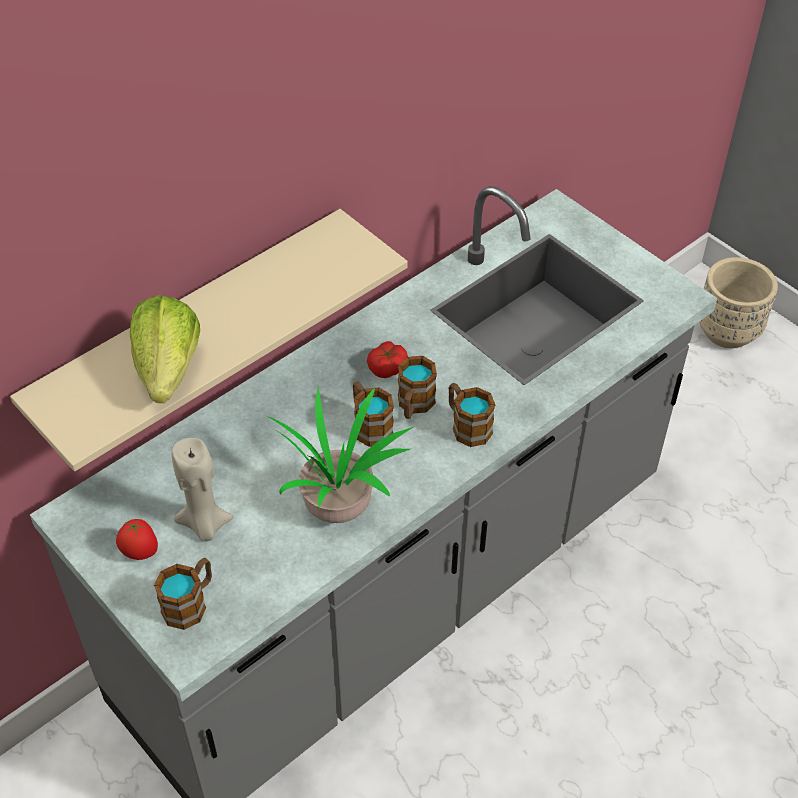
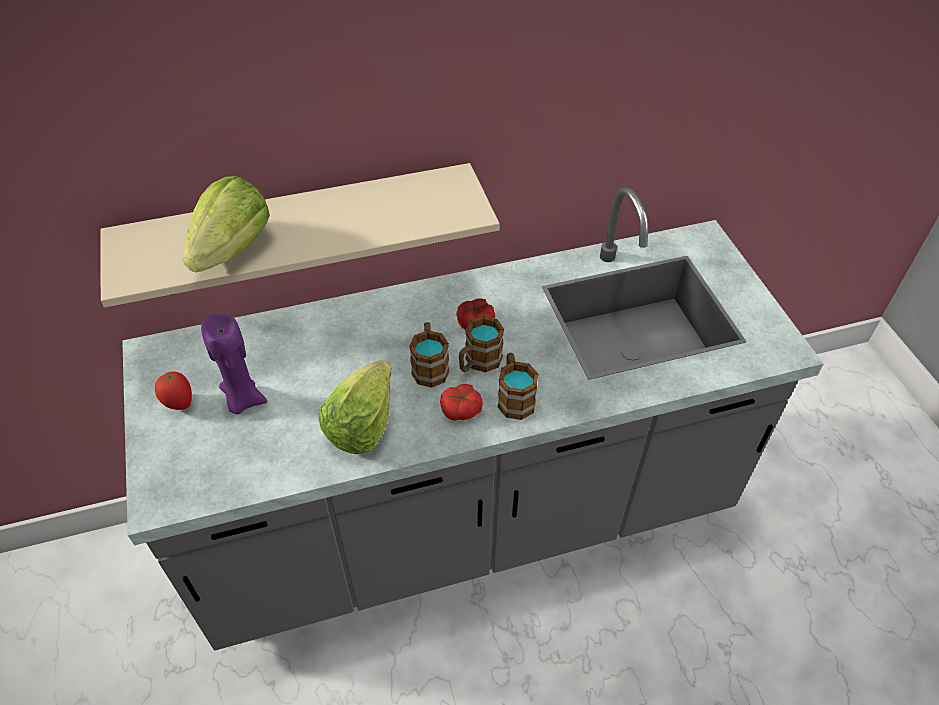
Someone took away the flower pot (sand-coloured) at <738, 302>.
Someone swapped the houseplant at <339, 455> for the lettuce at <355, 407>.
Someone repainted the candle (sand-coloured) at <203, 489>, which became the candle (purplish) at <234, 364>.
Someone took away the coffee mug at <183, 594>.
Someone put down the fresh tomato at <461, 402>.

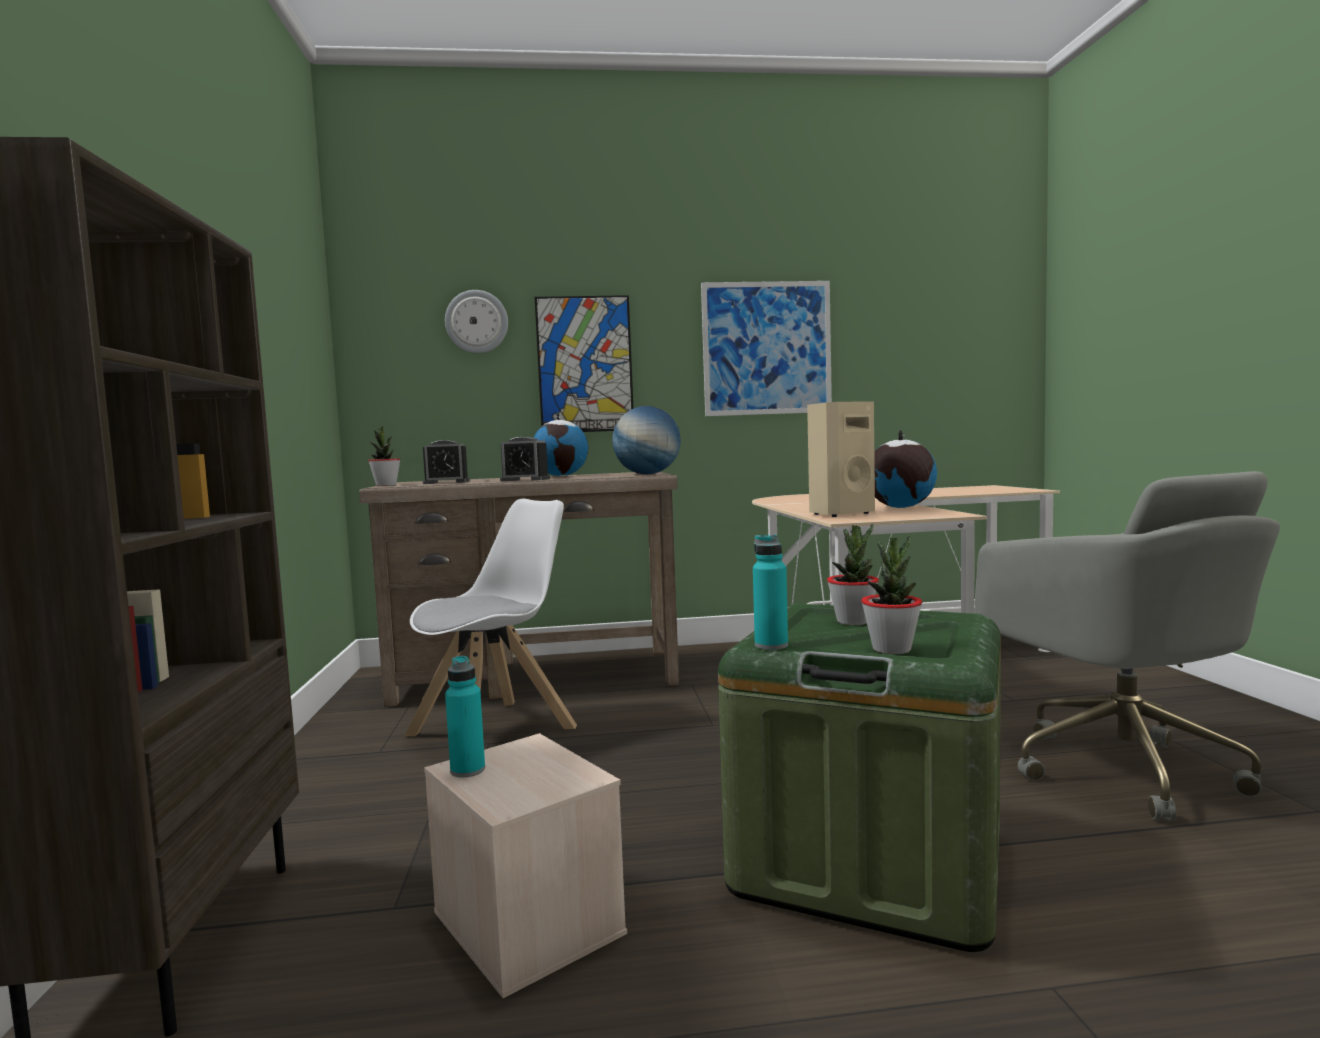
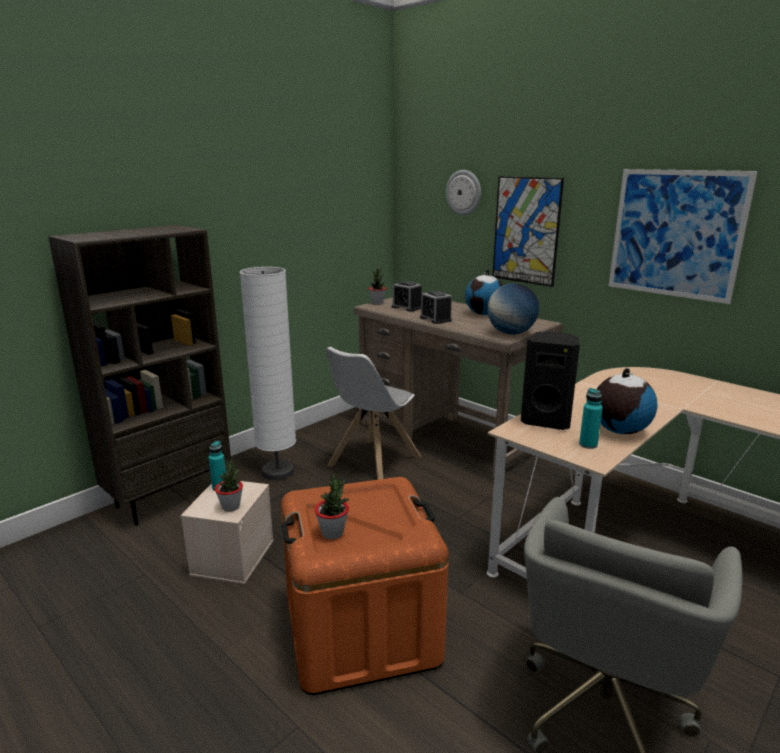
Someone repainted the loudspeaker (sand-coloured) at <841, 459>, which became the loudspeaker (black-coloured) at <550, 380>.
Someone rotated the chair at <490, 618> by 120 degrees clockwise.
Someone carried the houseplant from <853, 574> to <229, 486>.
Someone carried the beverage bottle (turquoise-coloured) from <770, 592> to <591, 418>.
Someone repainted the storage bin (green-coloured) at <859, 778>, which became the storage bin (orange) at <365, 586>.
Someone put down the floor lamp (white) at <268, 373>.

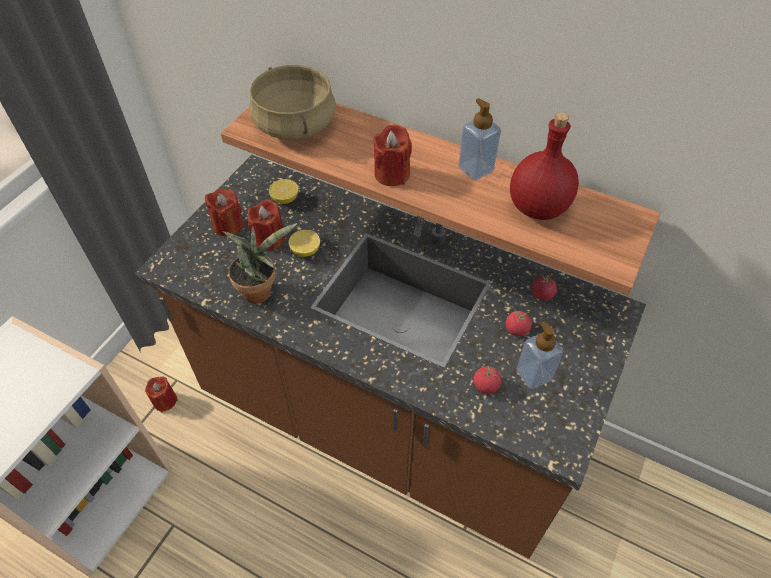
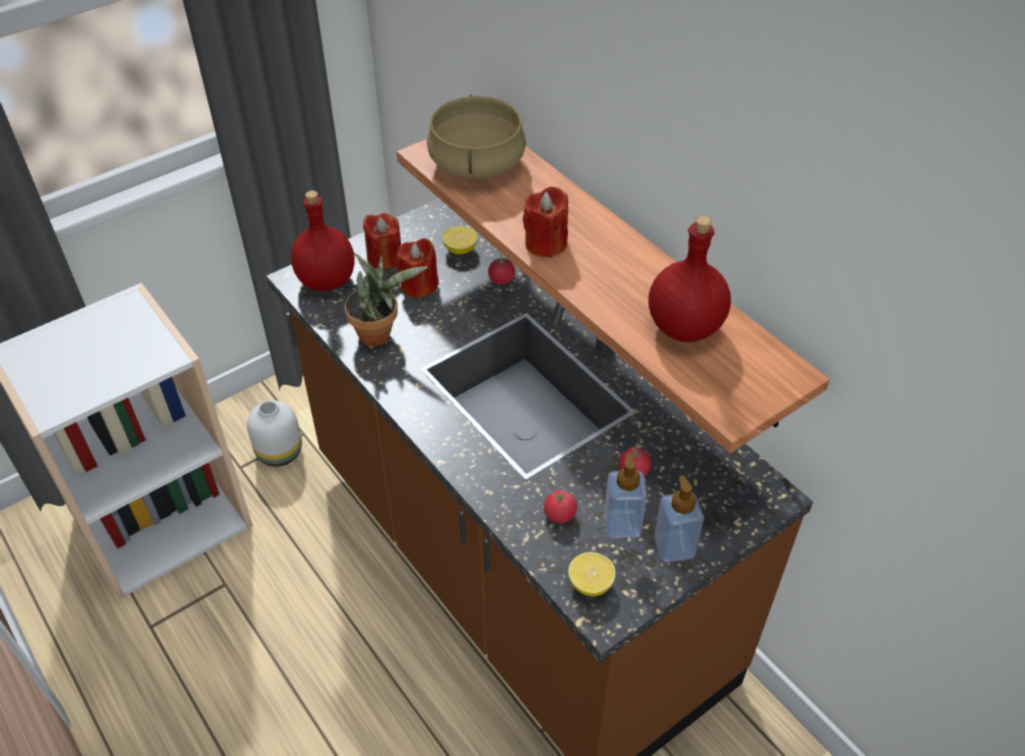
Someone carried the liquid soap bottle from <479, 139> to <679, 519>.
Someone carried the citrus fruit from <304, 243> to <592, 574>.
Someone carried the fresh tomato from <544, 288> to <501, 269>.
Someone swapped the candle (reddish) at <161, 394> for the flower vase (white) at <274, 434>.
Someone put down the beverage bottle (reddish) at <323, 240>.

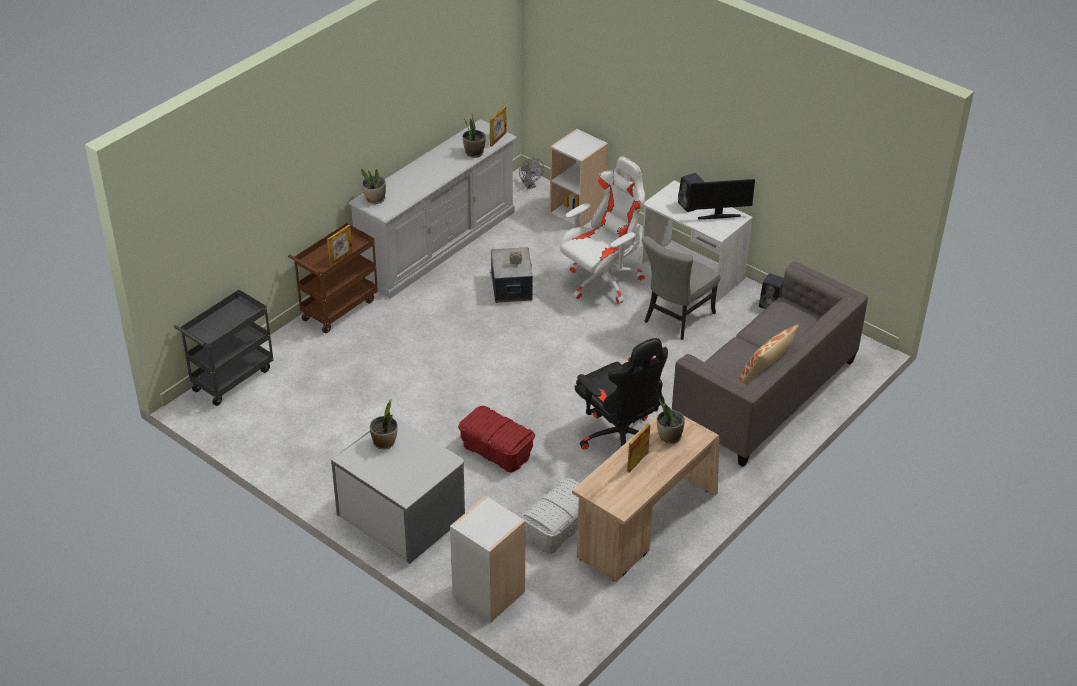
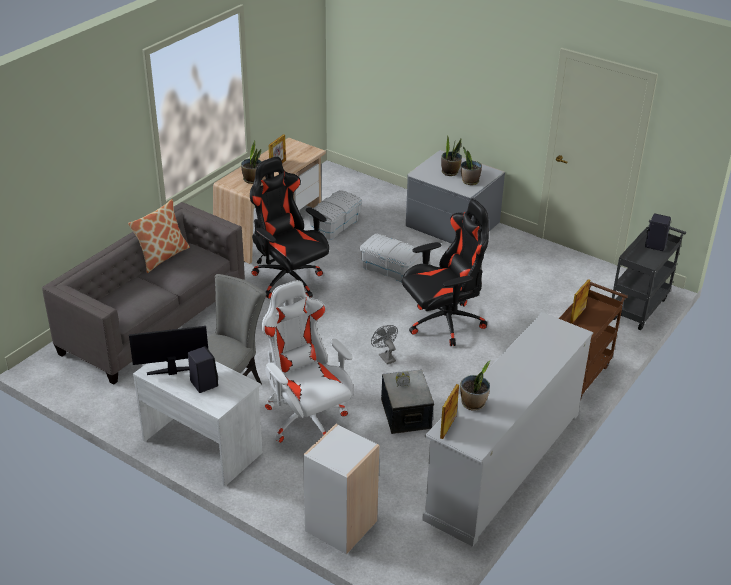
Someone rotated the desk chair (white) at <602, 230> by 105 degrees clockwise.
Someone carried the electric fan (gray) from <531, 173> to <384, 345>.
Someone carried the houseplant from <373, 186> to <451, 155>.
Someone carried the loudspeaker (black-coloured) from <771, 291> to <658, 232>.
Someone repainted the storage bin (reddish) at <496, 439>, which became the storage bin (white) at <391, 258>.
Someone took away the bookcase at <488, 559>.
Someone put down the desk chair (black-coloured) at <445, 272>.

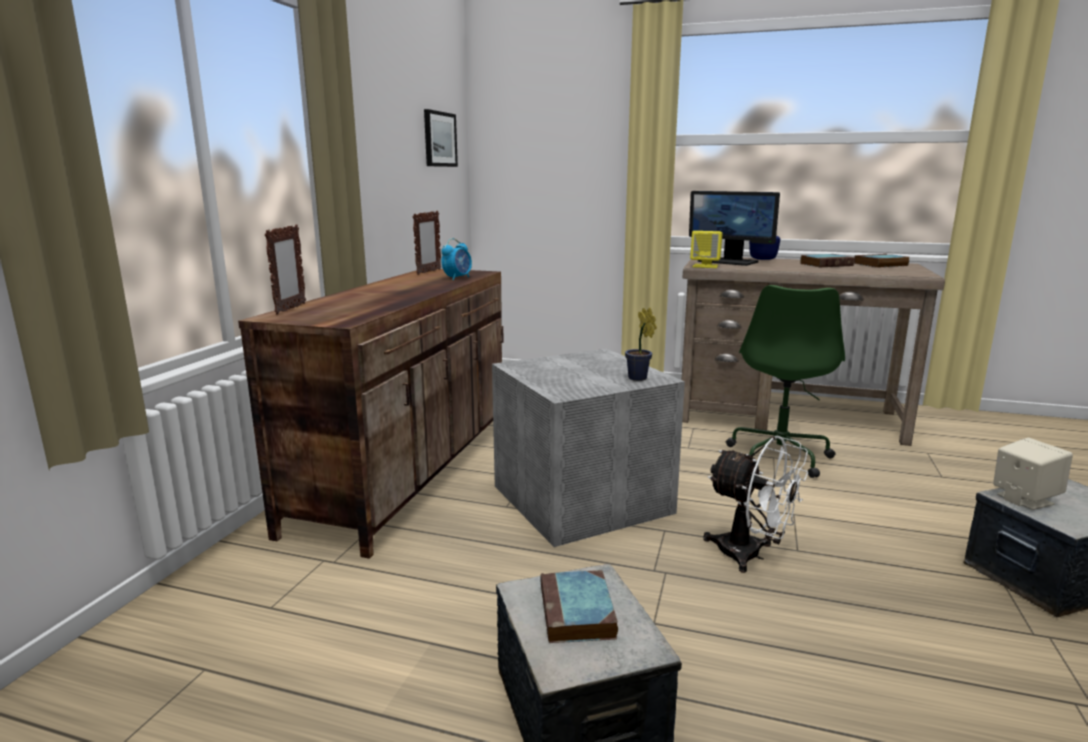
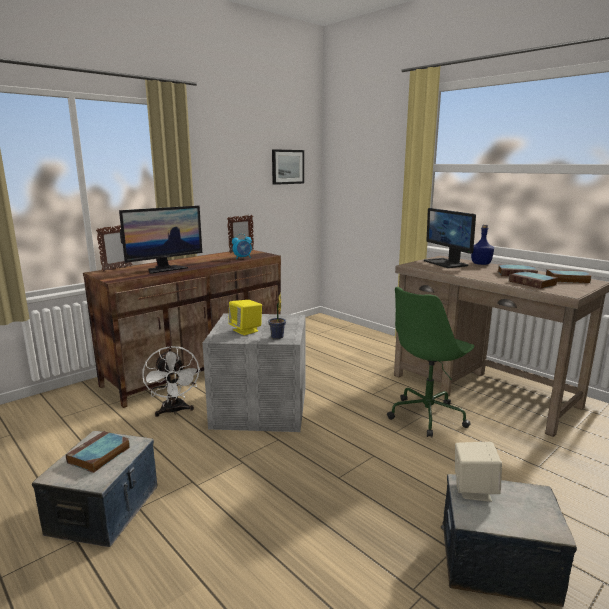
Someone carried the loudspeaker (yellowish) from <706, 249> to <245, 317>.
Someone carried the electric fan (white) from <755, 504> to <171, 381>.
Someone put down the computer display at <160, 240>.
Someone put down the bound book at <533, 280>.

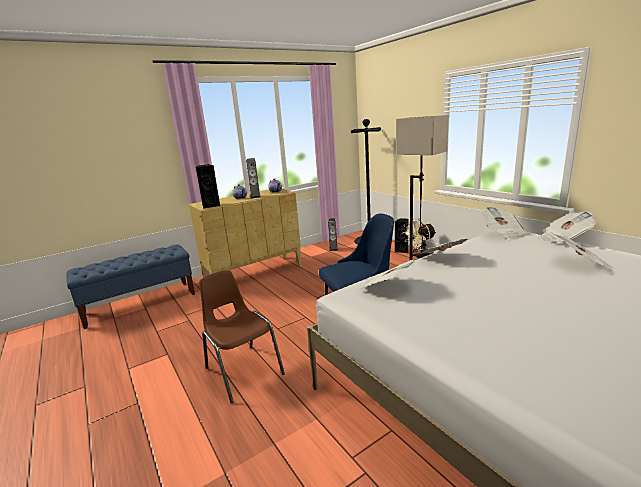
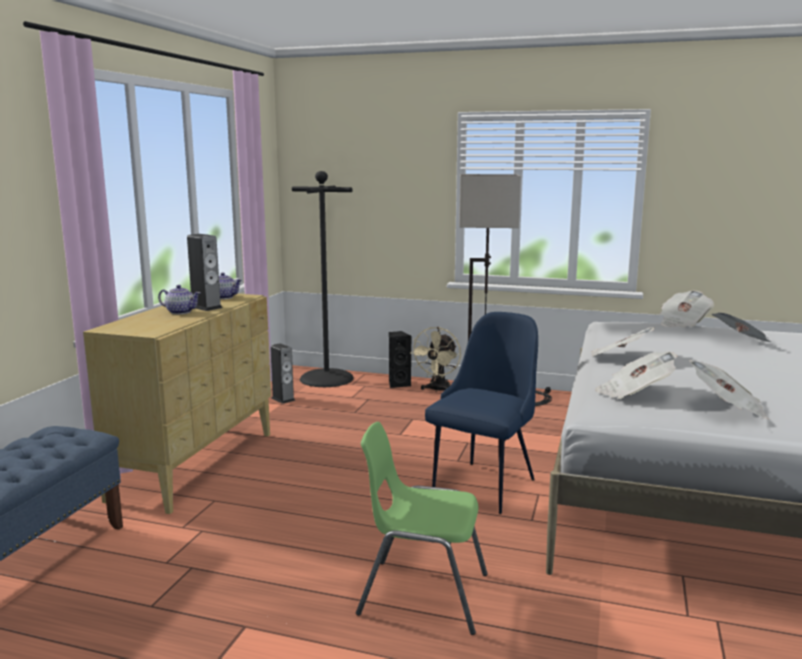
Someone took away the loudspeaker (black-coloured) at <208, 186>.
Someone carried the newspaper from <503, 223> to <729, 389>.
Someone repainted the chair (brown) at <242, 336>, which became the chair (green-coloured) at <422, 528>.

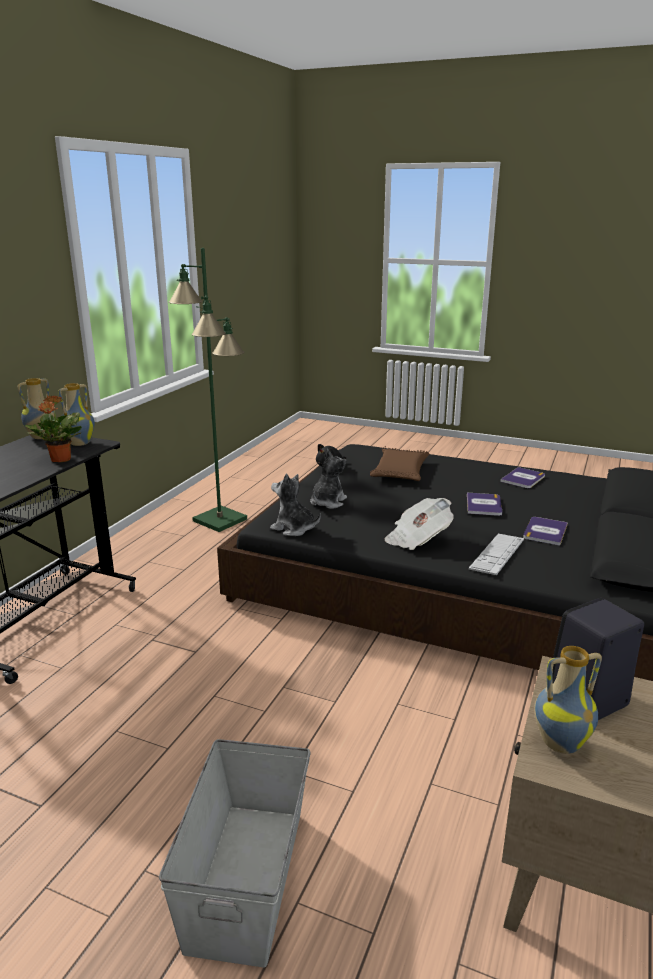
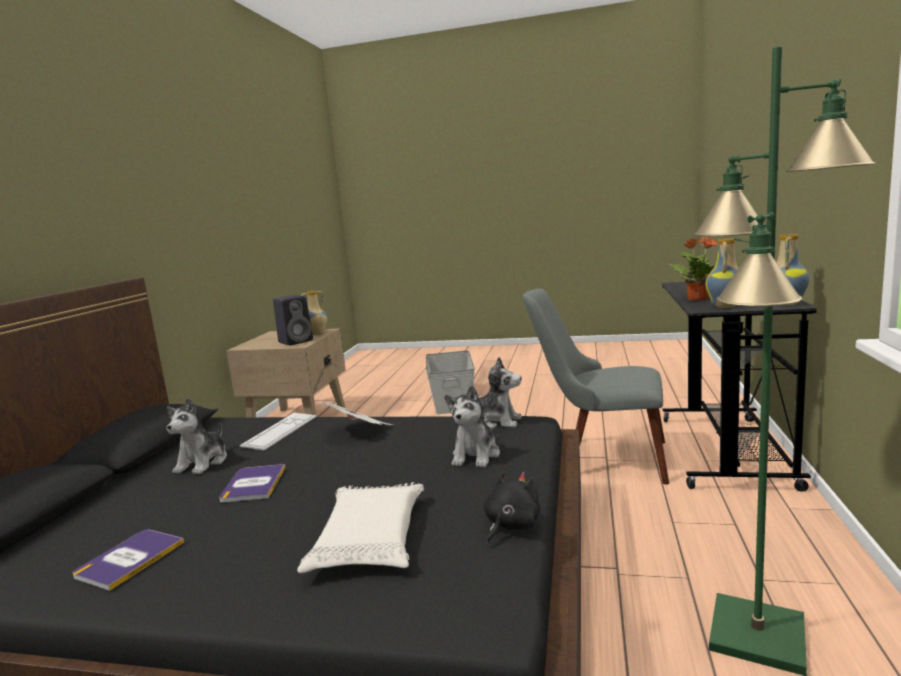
Someone repainted the throw pillow (brown) at <399, 463>, which became the throw pillow (white) at <360, 527>.
Someone swapped the bound book at <545, 531> for the plush toy at <196, 436>.
Someone put down the chair (gray) at <596, 386>.

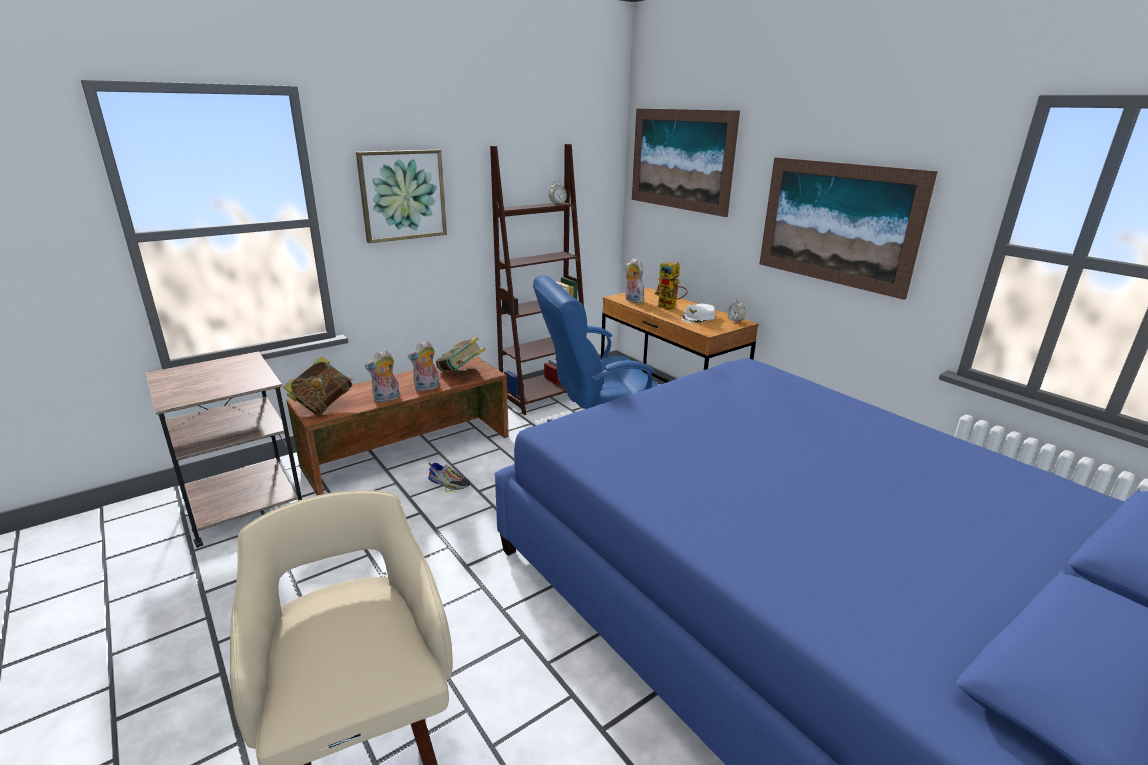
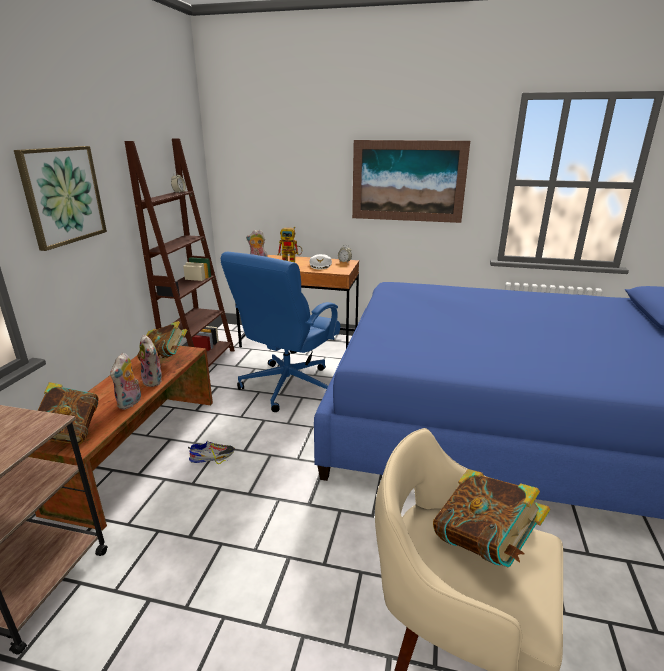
Someone took away the picture at <686, 163>.
Someone rotated the plush toy at <423, 366> by 45 degrees counterclockwise.
Someone put down the bound book at <491, 518>.

